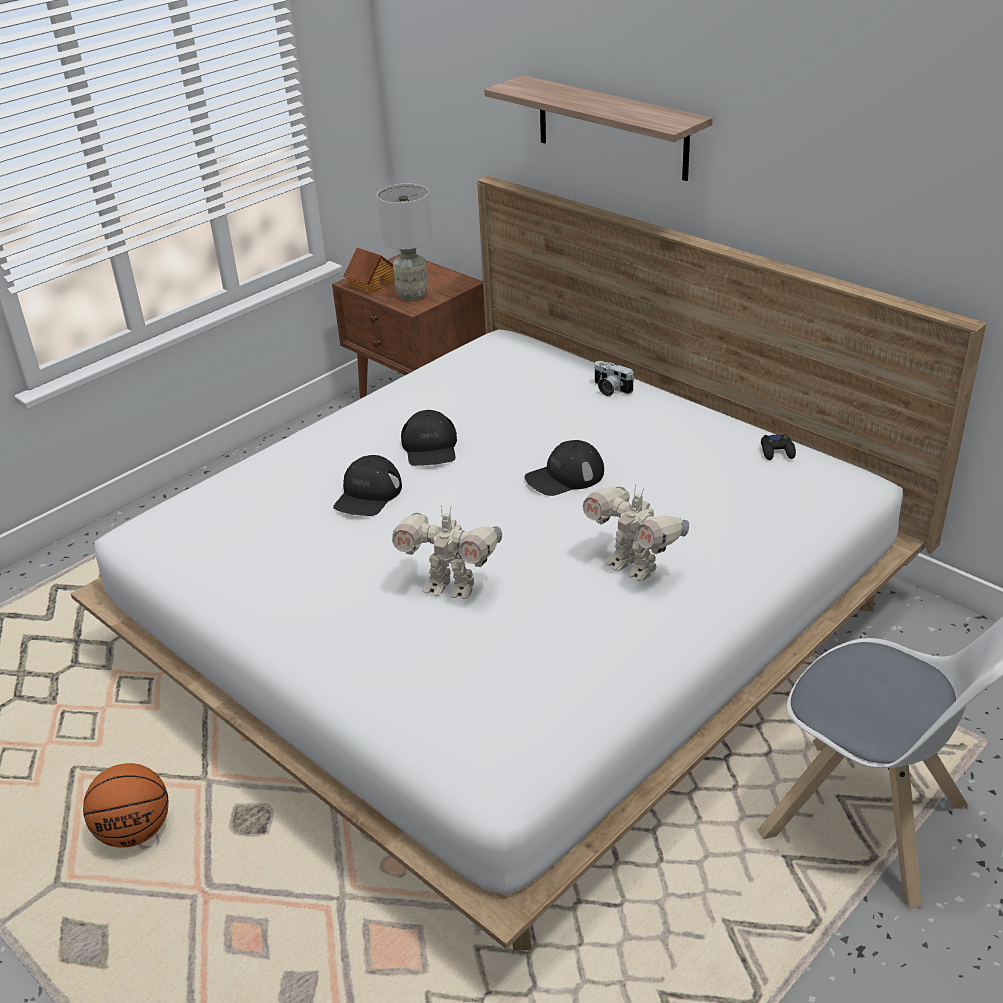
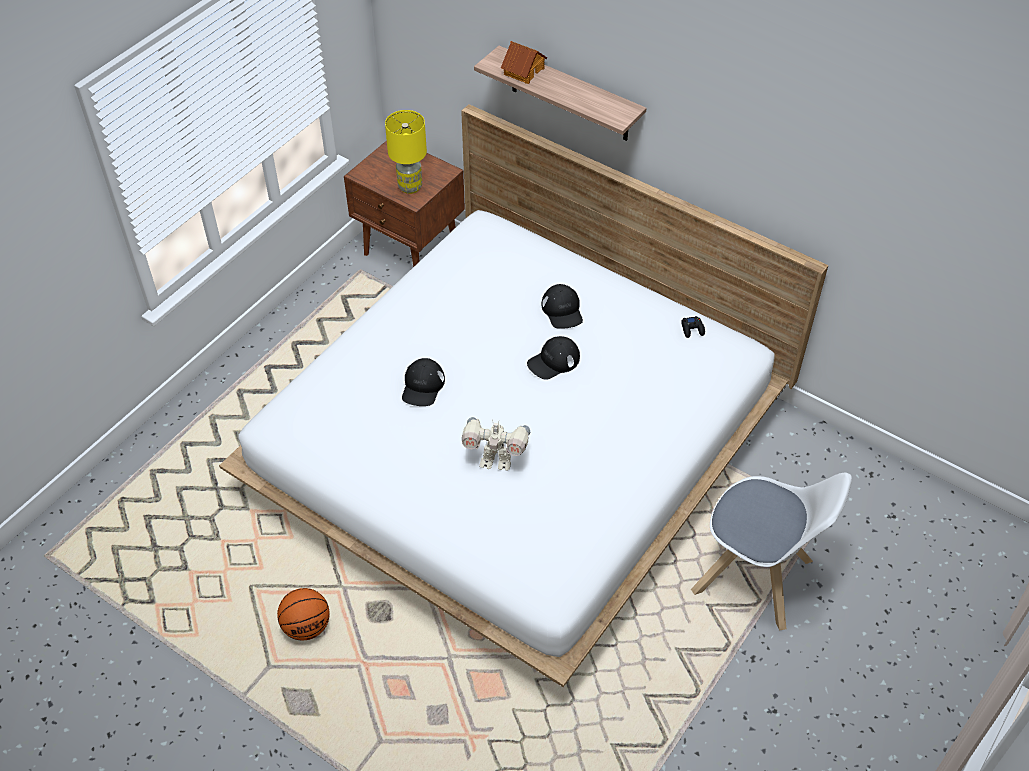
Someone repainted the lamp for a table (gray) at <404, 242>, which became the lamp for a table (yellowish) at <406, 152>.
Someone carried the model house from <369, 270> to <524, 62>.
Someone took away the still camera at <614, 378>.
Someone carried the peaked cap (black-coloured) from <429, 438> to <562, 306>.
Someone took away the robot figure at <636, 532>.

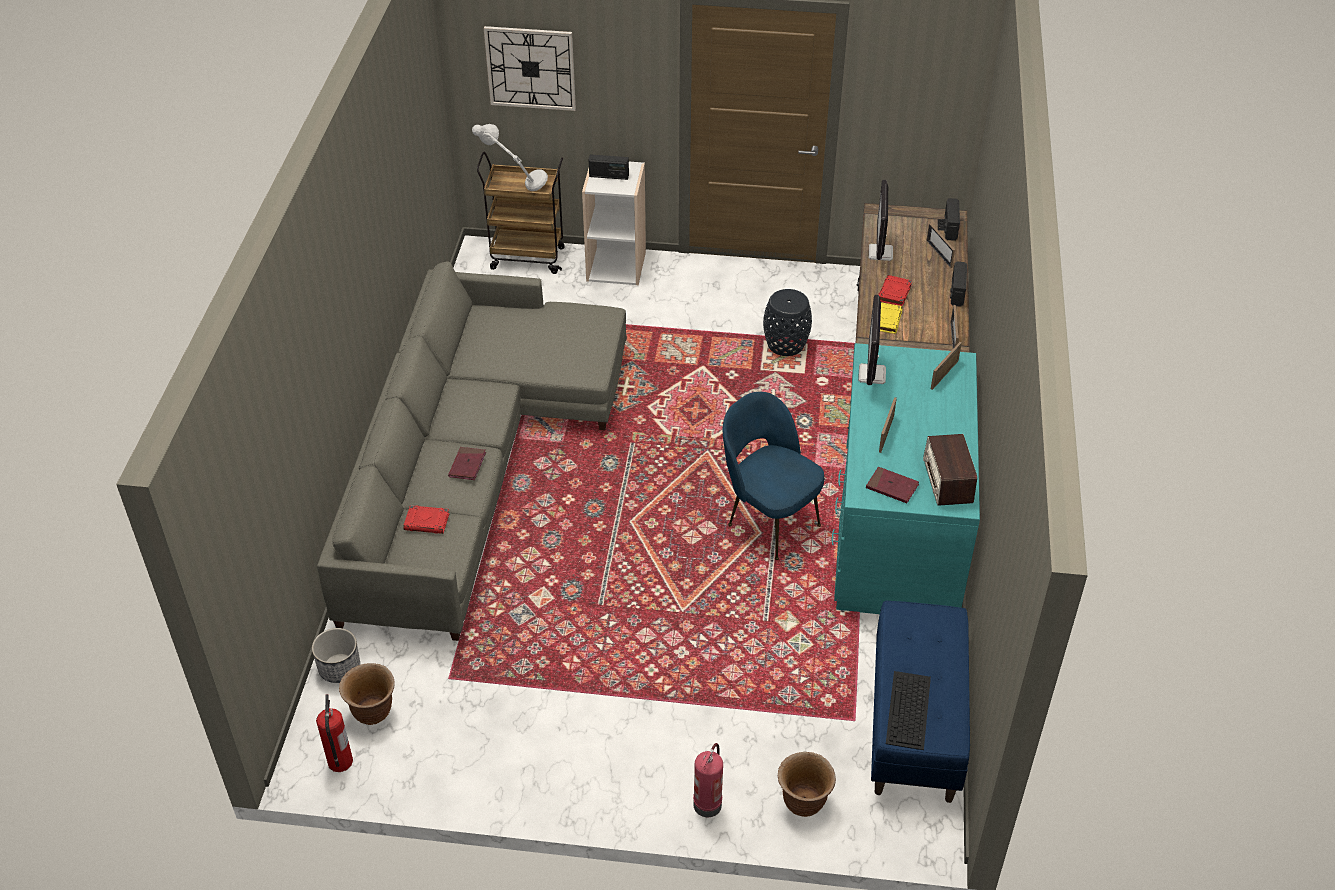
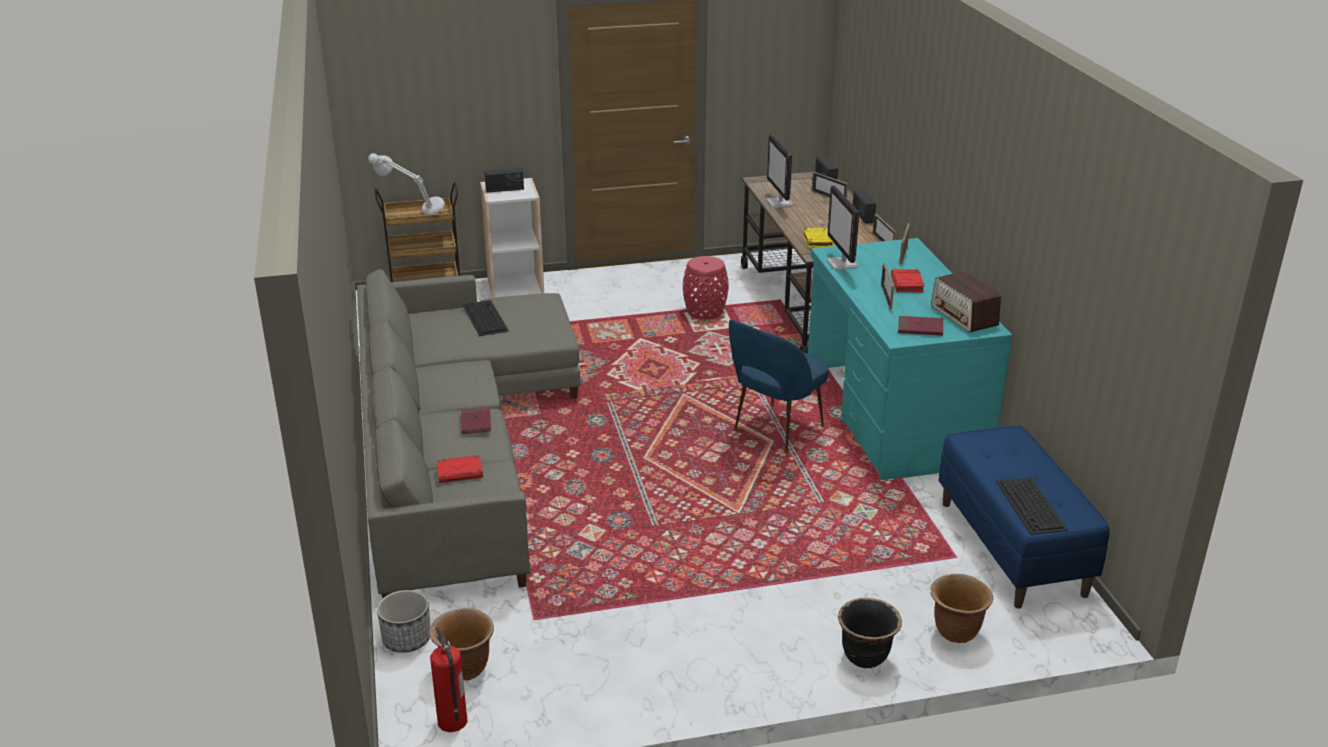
Someone took away the wall clock at <530, 68>.
Someone carried the bound book (reddish) from <895, 290> to <907, 280>.
Someone repainted the stool seat (black-coloured) at <787, 322>, which became the stool seat (reddish) at <706, 288>.
Someone rotated the chair (blue) at <773, 476> by 75 degrees counterclockwise.
Someone swapped the fire extinguisher at <708, 780> for the flower pot (black-coloured) at <870, 633>.
Someone put down the keyboard at <486, 318>.

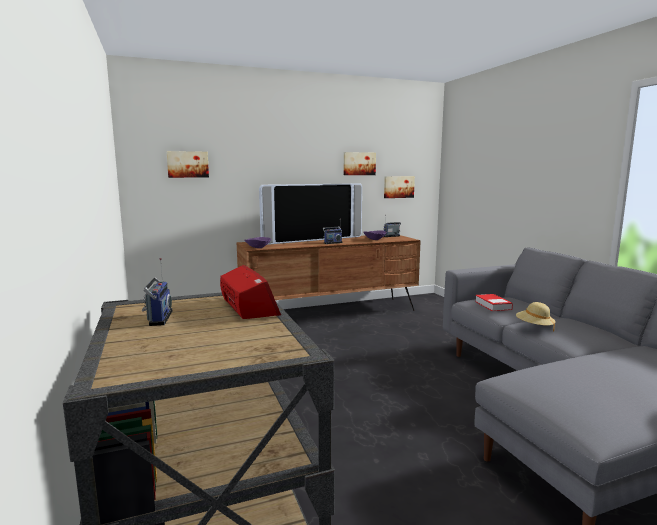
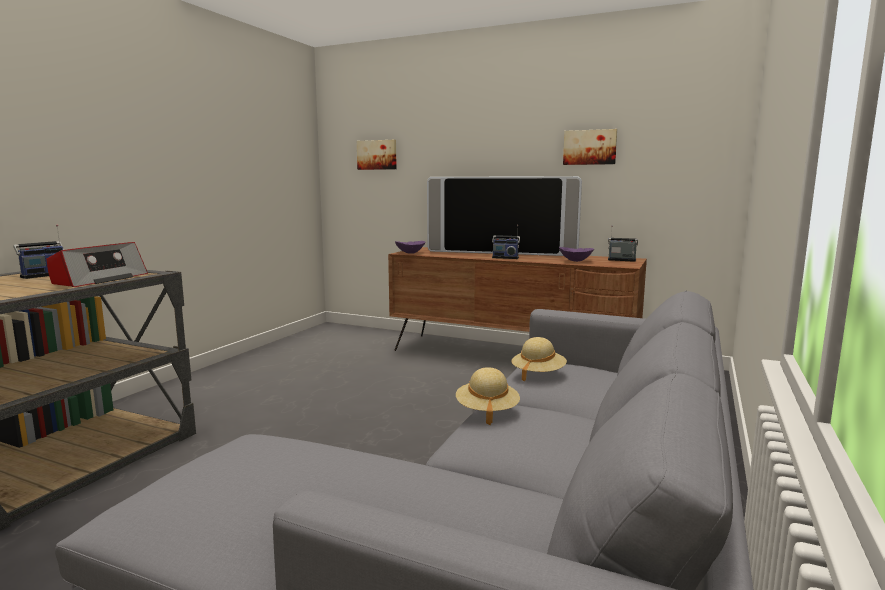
Someone took away the picture at <399, 187>.
Someone swapped the bound book at <494, 302> for the wearable hat (sand-coloured) at <539, 359>.

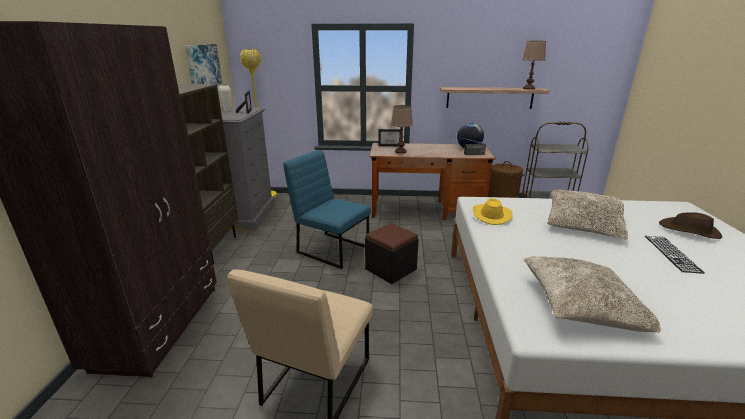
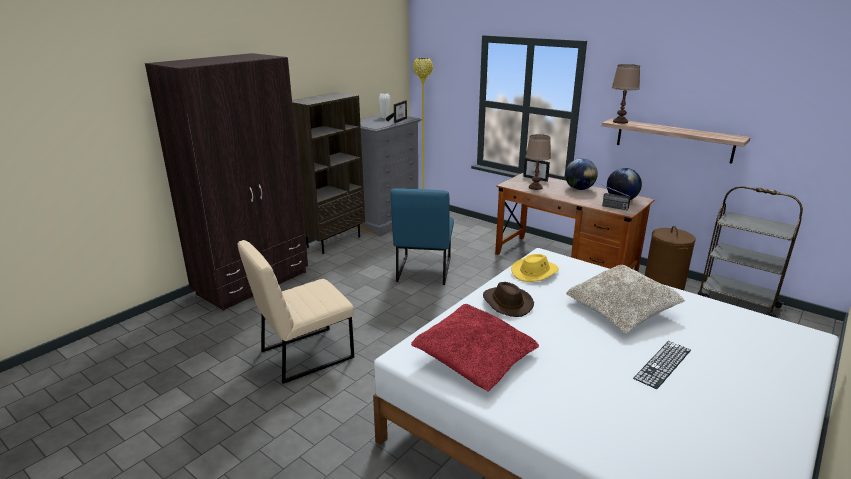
Someone carried the lamp for a table (brown) from <534, 65> to <625, 94>.
Someone took away the picture at <203, 64>.
Someone rotated the chair (blue) at <327, 209> by 150 degrees counterclockwise.
Someone carried the wearable hat (brown) from <690, 225> to <508, 299>.
Someone took away the ottoman (black-coloured) at <392, 253>.
Someone repainted the throw pillow (sand-coloured) at <592, 294>, which became the throw pillow (reddish) at <475, 347>.
Someone put down the globe at <581, 174>.

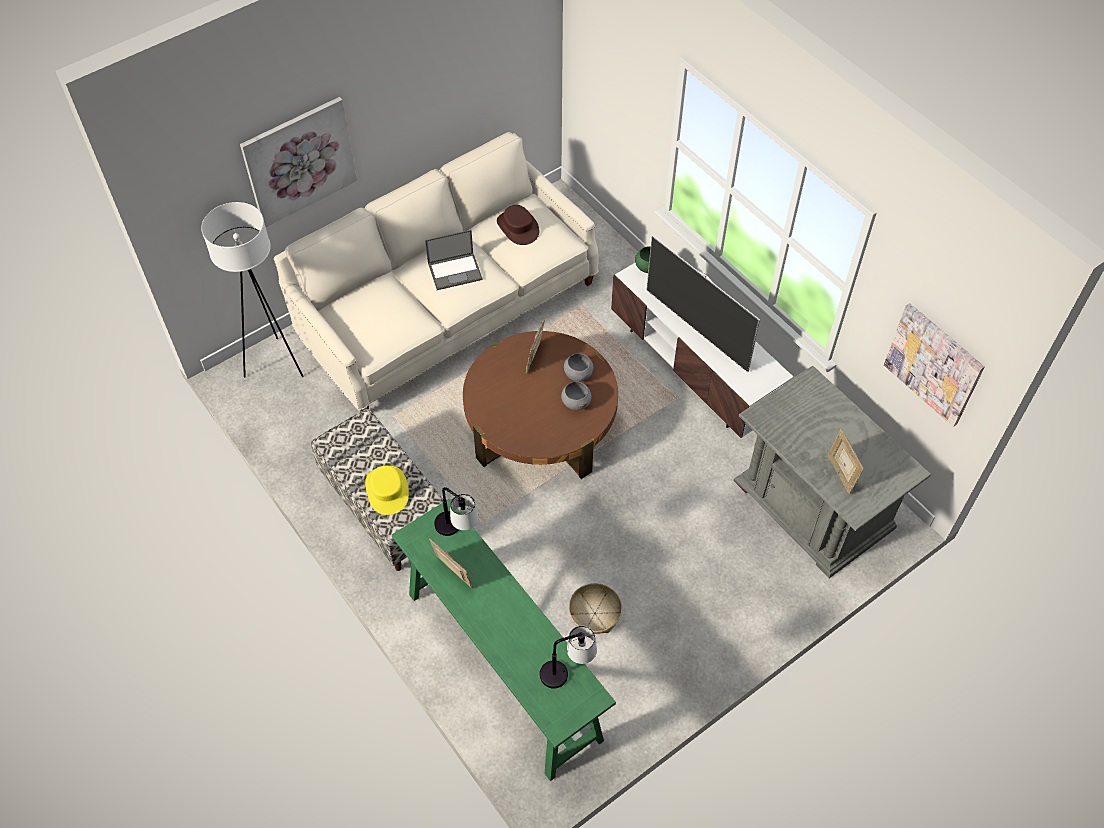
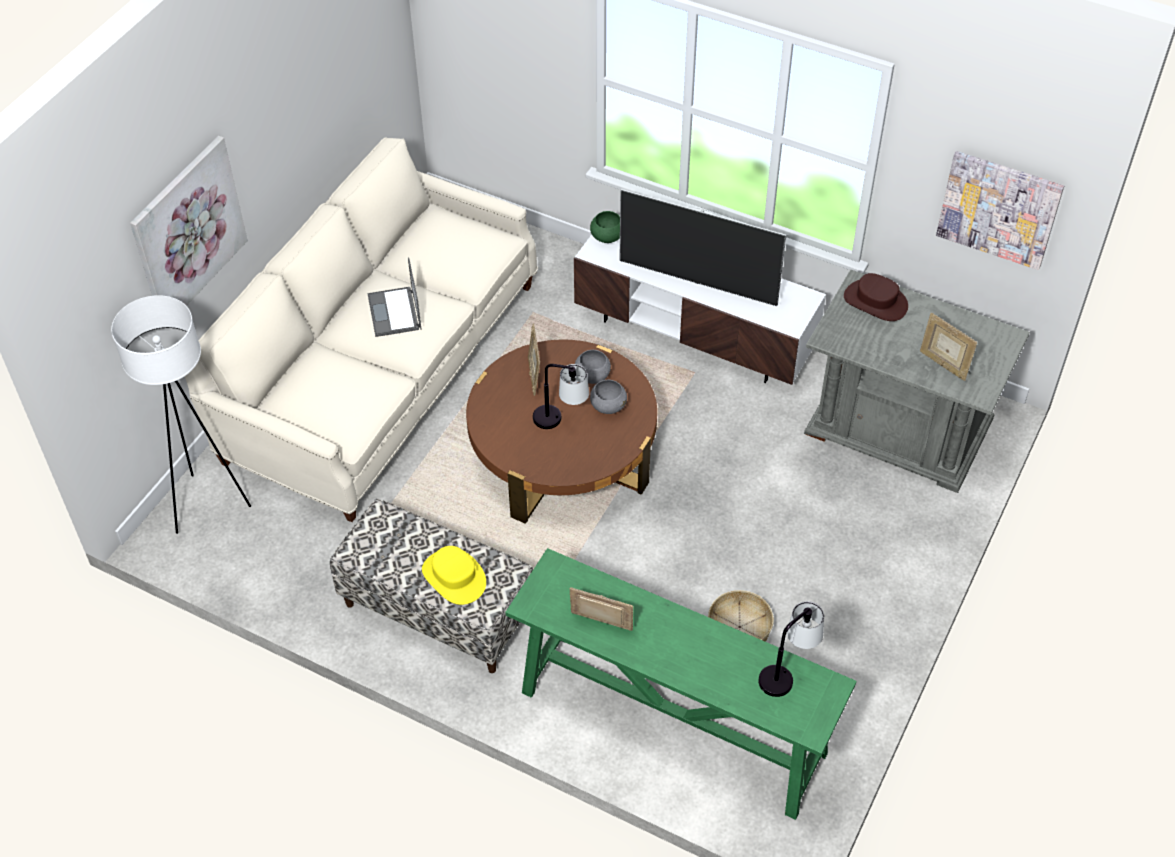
Someone carried the wearable hat (brown) from <518, 225> to <876, 297>.
Someone rotated the portable computer at <454, 260> by 120 degrees clockwise.
Someone carried the lamp for a table from <456, 511> to <561, 396>.

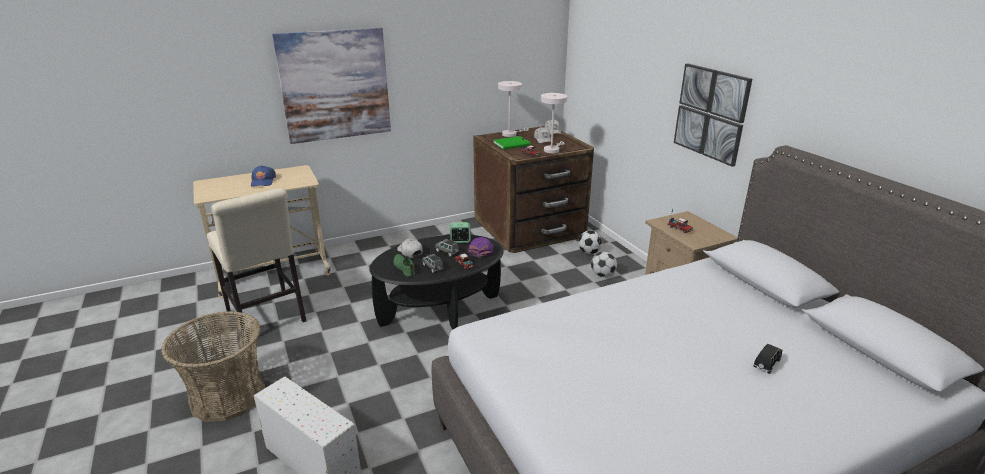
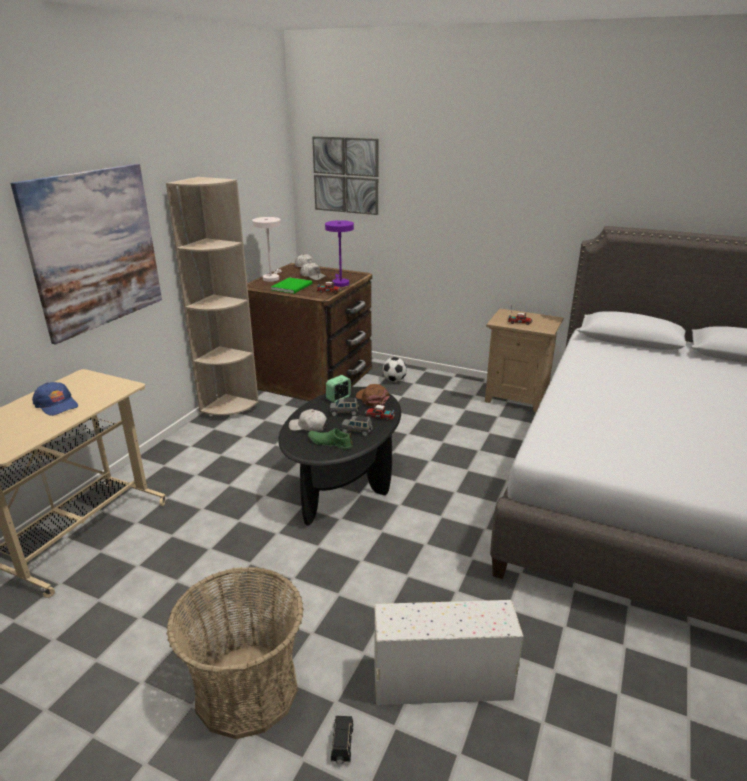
Someone carried the picture from <713, 115> to <345, 175>.
Someone repainted the lamp for a table (white) at <554, 123>, which became the lamp for a table (purplish) at <339, 253>.
Someone took away the stool seat (sand-coloured) at <256, 265>.
Someone repainted the peaked cap (purplish) at <481, 247>, which became the peaked cap (brown) at <373, 395>.
Someone took away the football at <604, 264>.
Someone carried the miniature car (black-coloured) from <767, 359> to <342, 740>.
Someone put down the bookcase (sand-coloured) at <212, 297>.

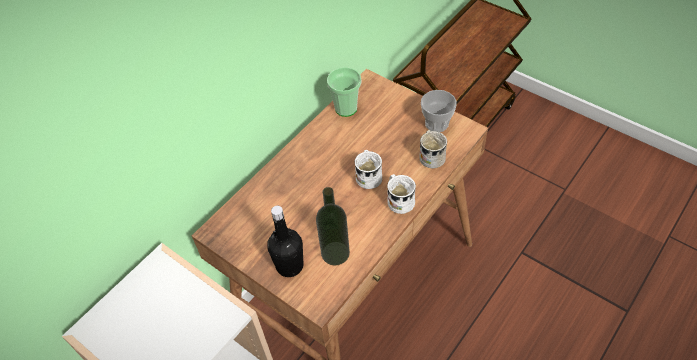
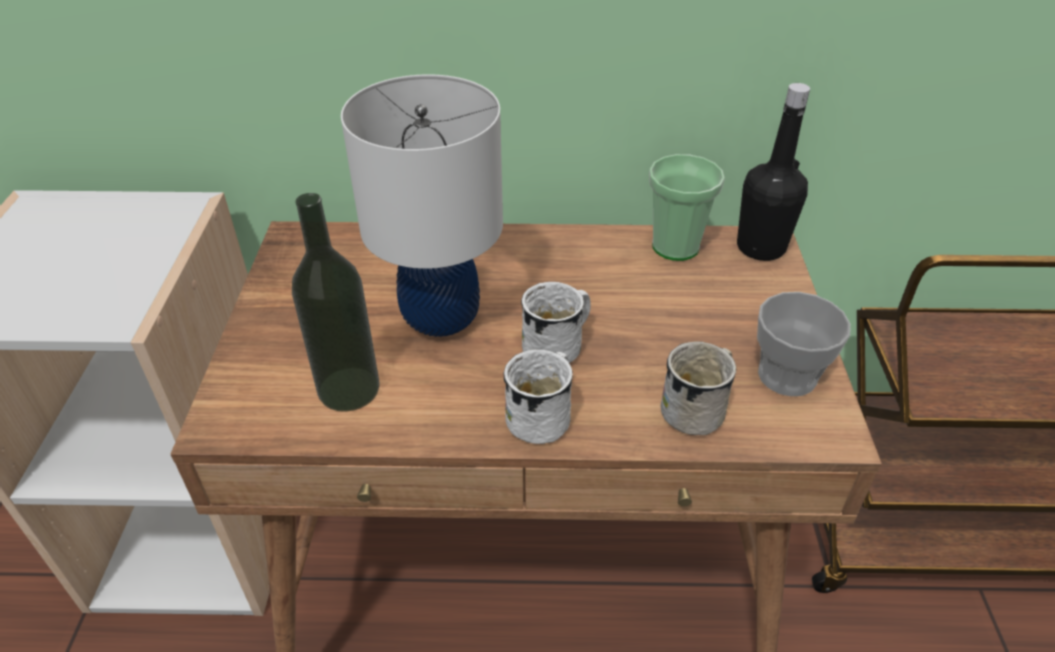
Someone carried the beverage bottle (black-coloured) from <285, 241> to <773, 172>.
Someone put down the lamp for a table (white) at <422, 205>.

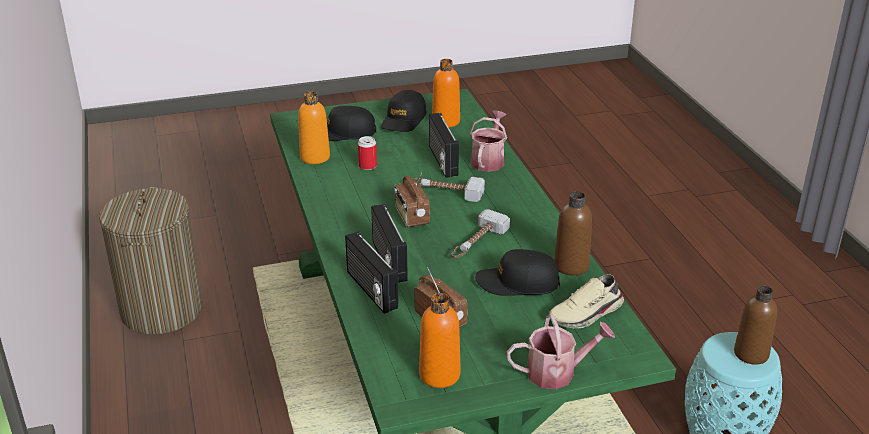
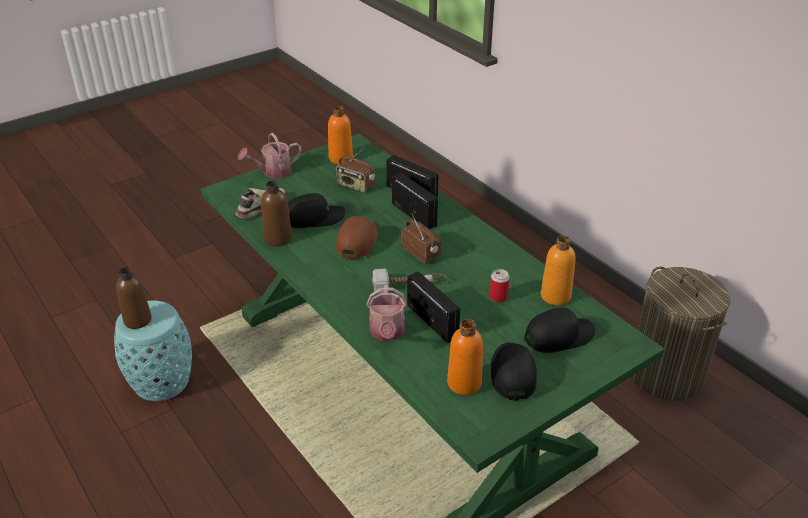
Someone swapped the hammer at <480, 233> for the peaked cap (brown) at <357, 237>.

